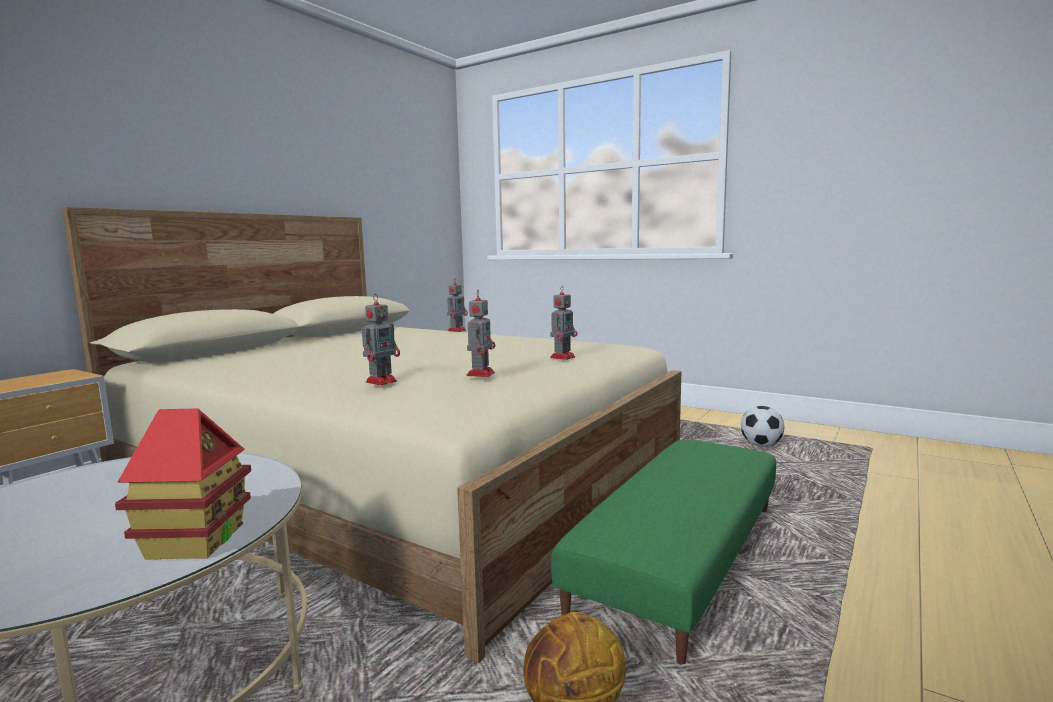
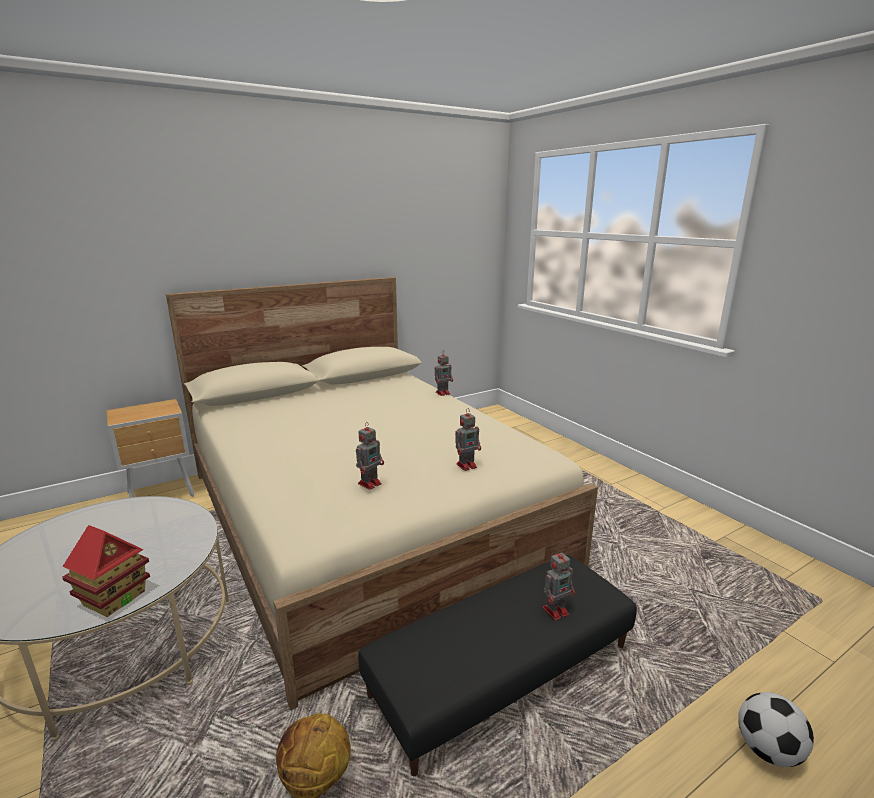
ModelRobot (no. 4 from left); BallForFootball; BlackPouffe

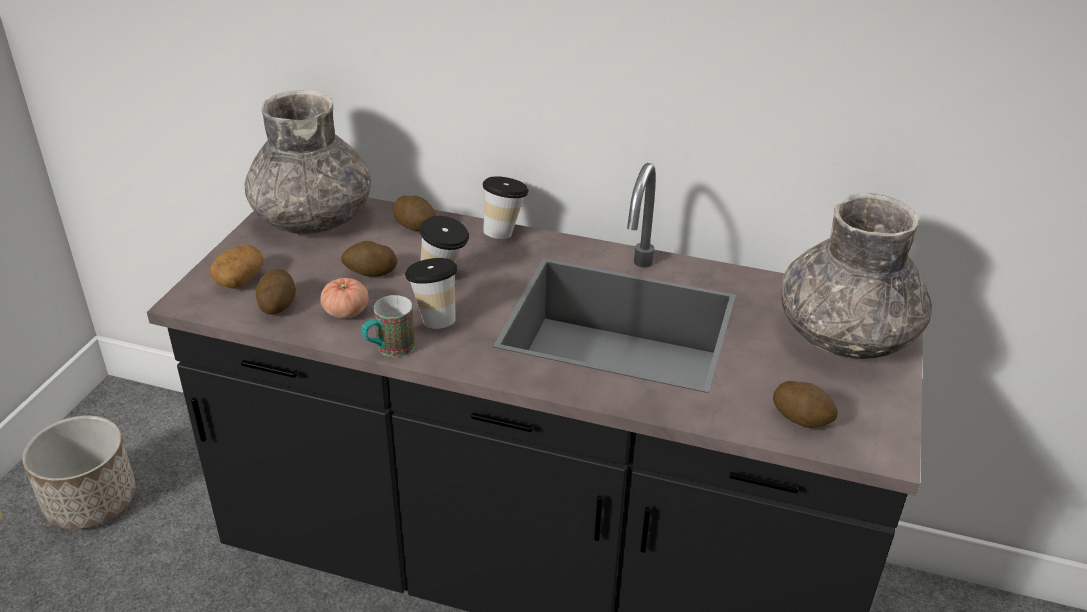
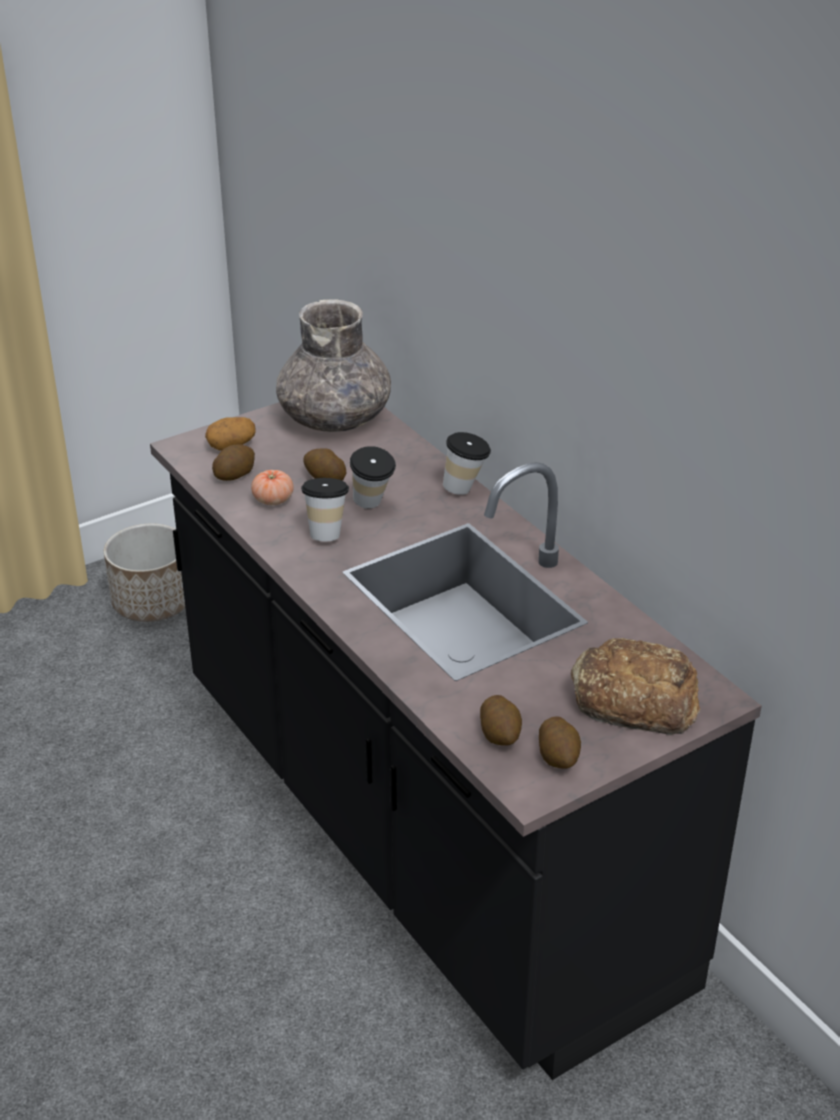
TeaMug; WholePotato (no. 5 from left); Bread

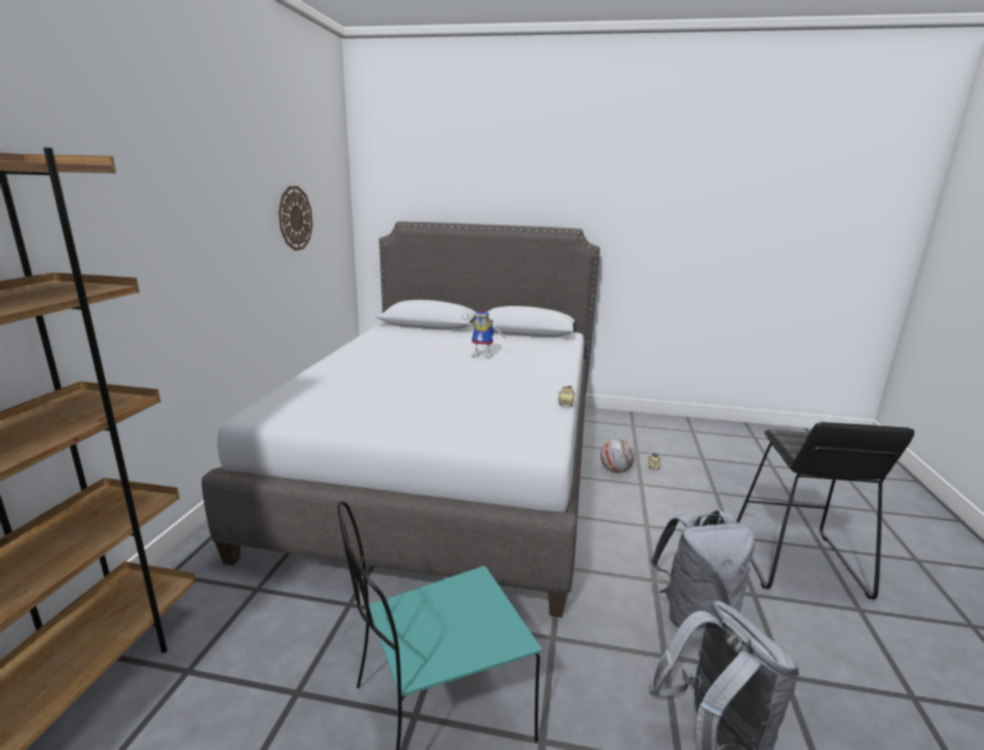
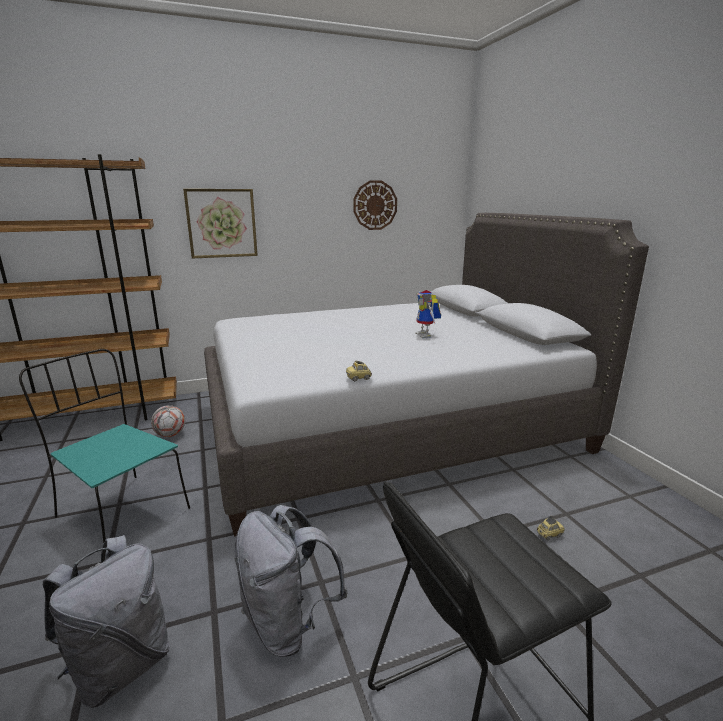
WallPicture; BallForFootball

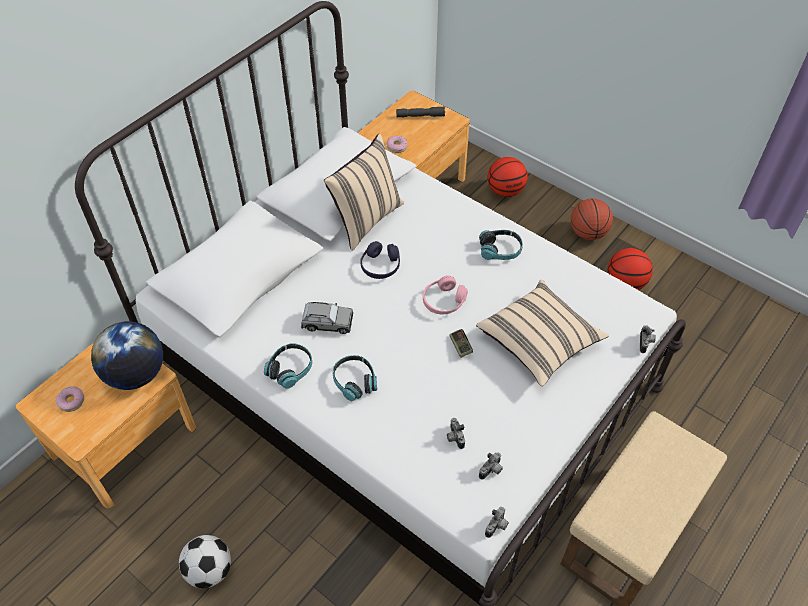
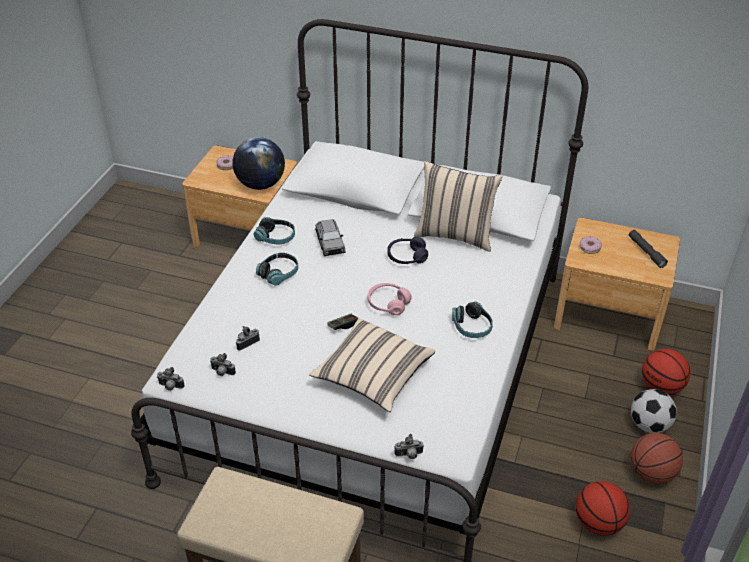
BallForFootball

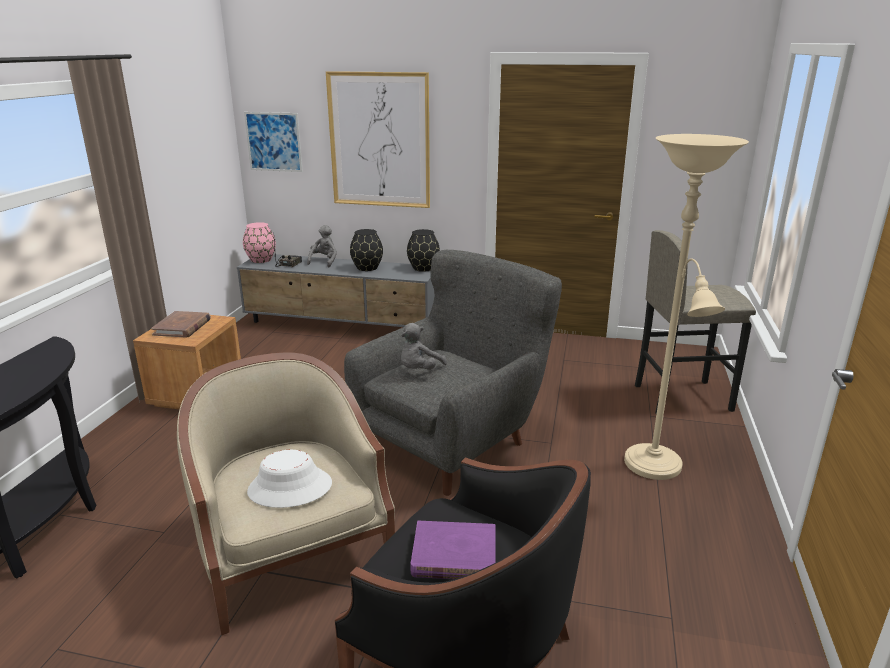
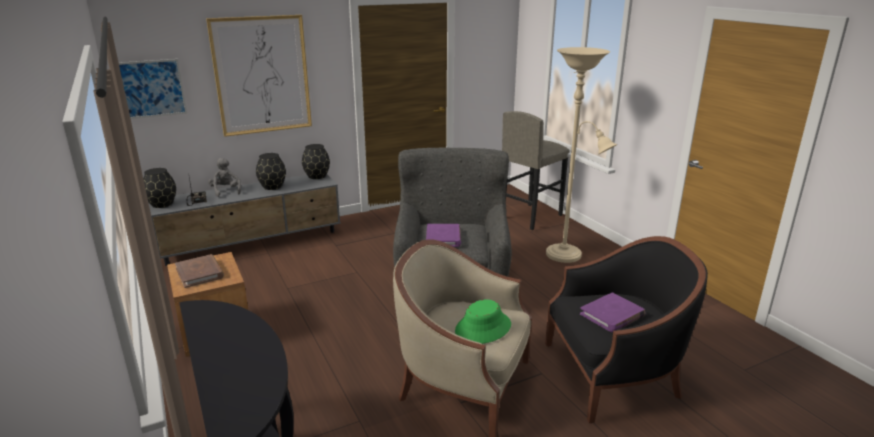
PurpleBoundBook (no. 1 from left); BlackFlowerVase (no. 1 from left); GreenColouredClothingHat

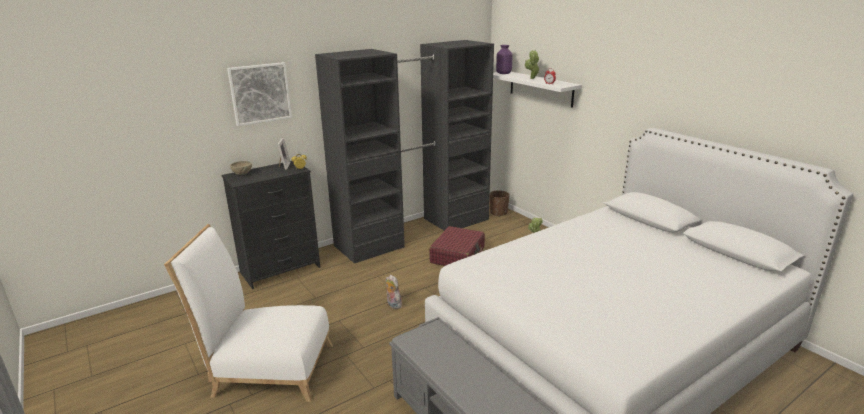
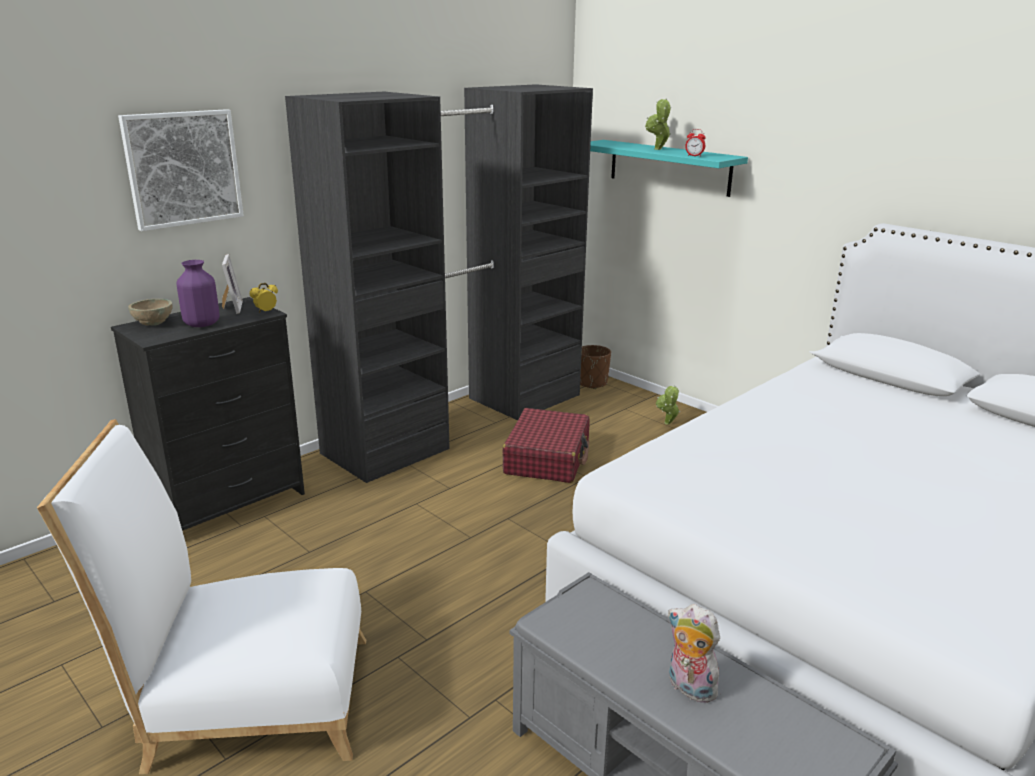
SoftToy; PurpleFlowerVase; TurquoiseColouredShelf

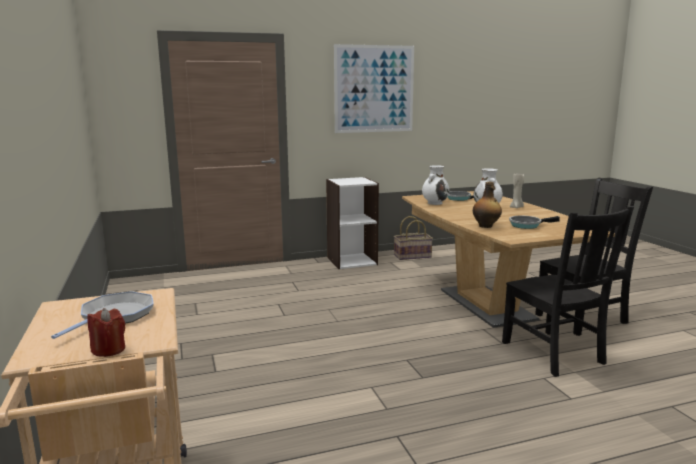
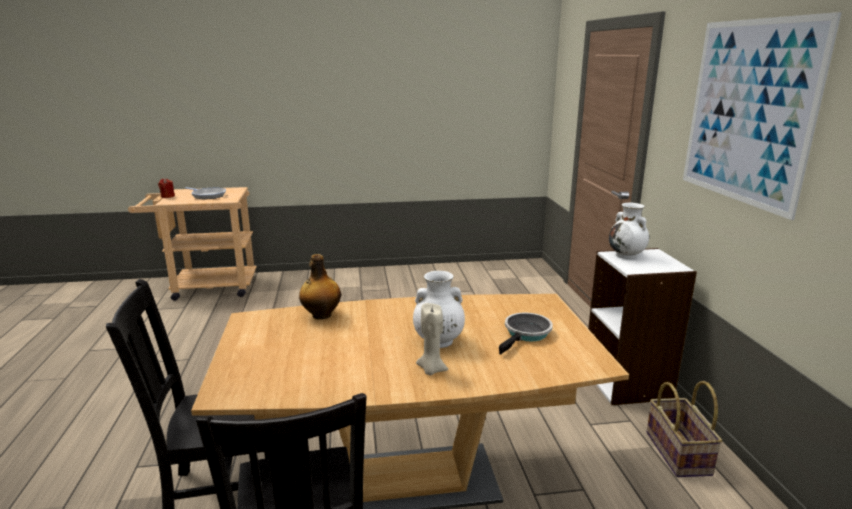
Skillet (no. 3 from left in the first image); WhiteFlowerVase (no. 2 from left)

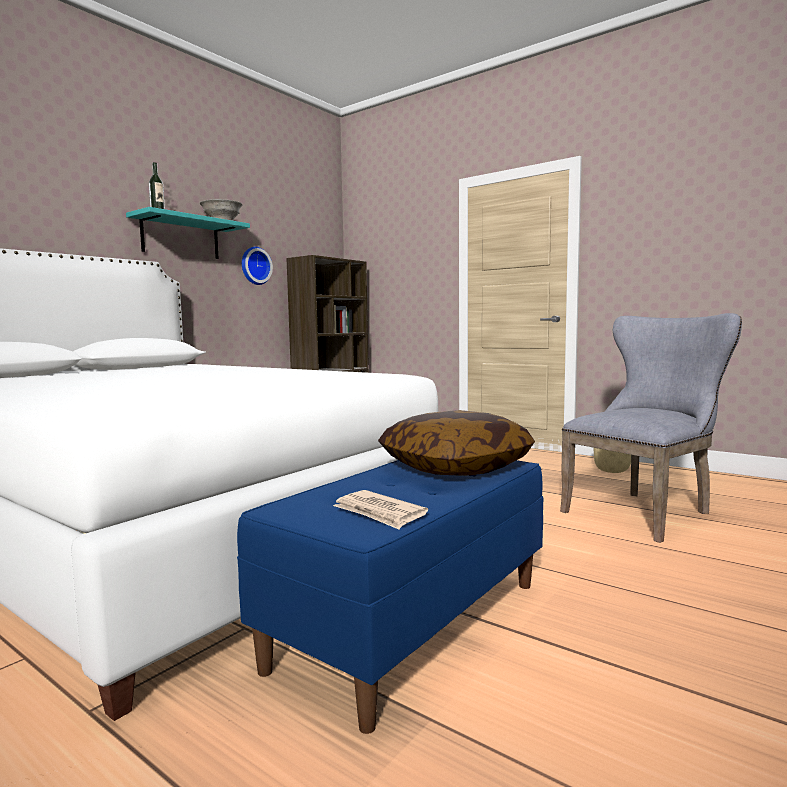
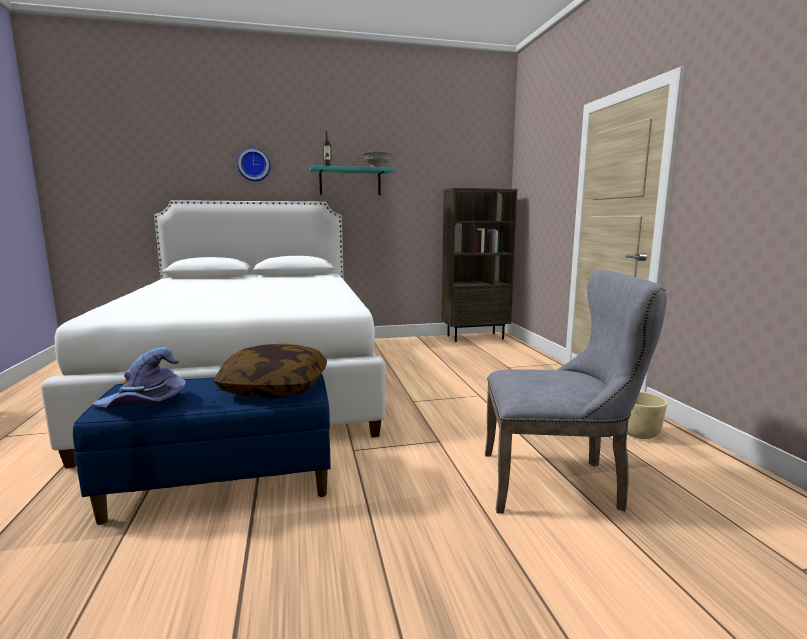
WallClock; PurpleClothingHat

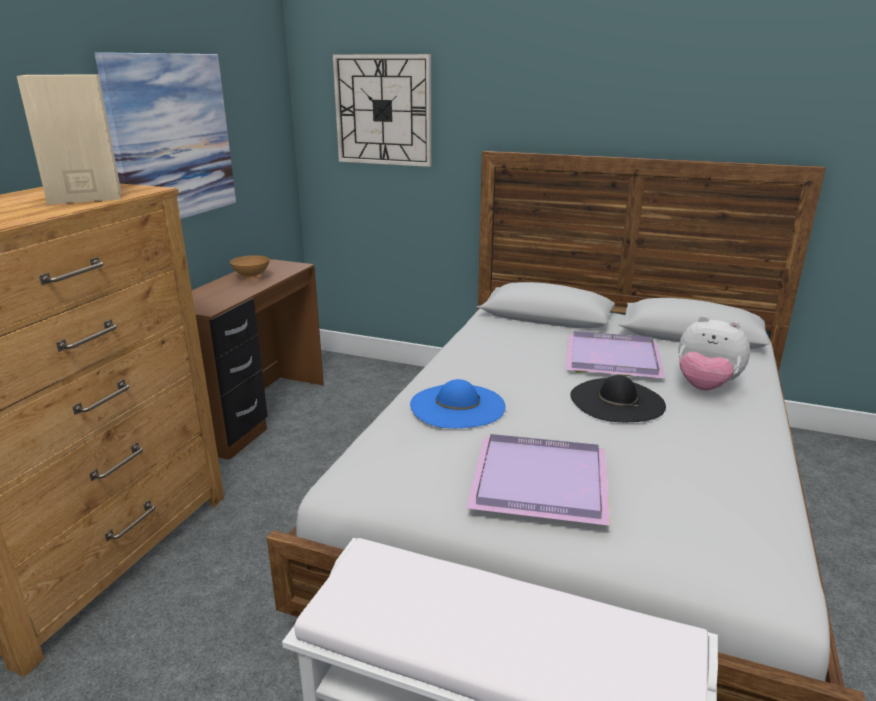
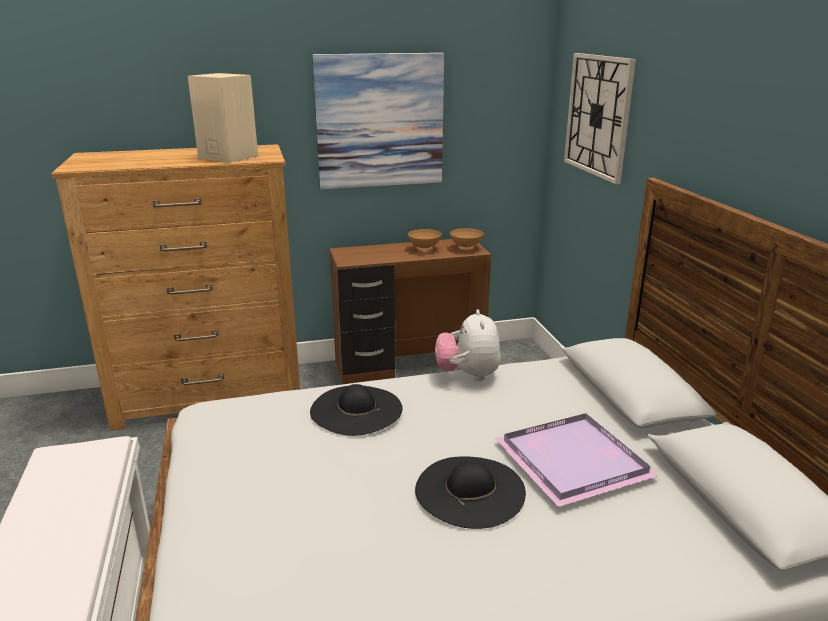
PurpleServingTray (no. 1 from left in the first image); BrownishBowl (no. 2 from left); SoftToy; BlackClothingHat (no. 1 from left)

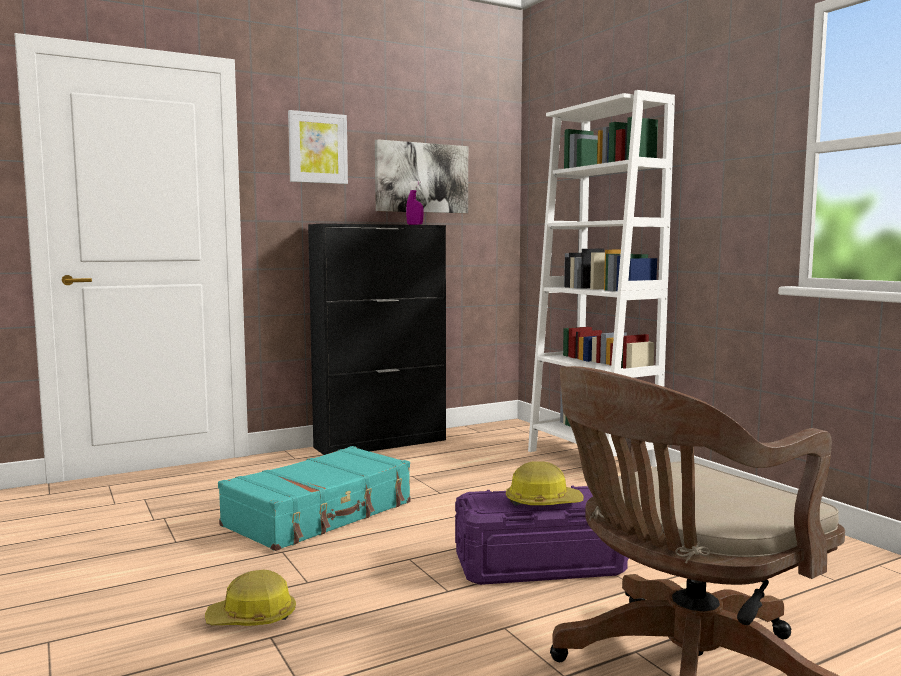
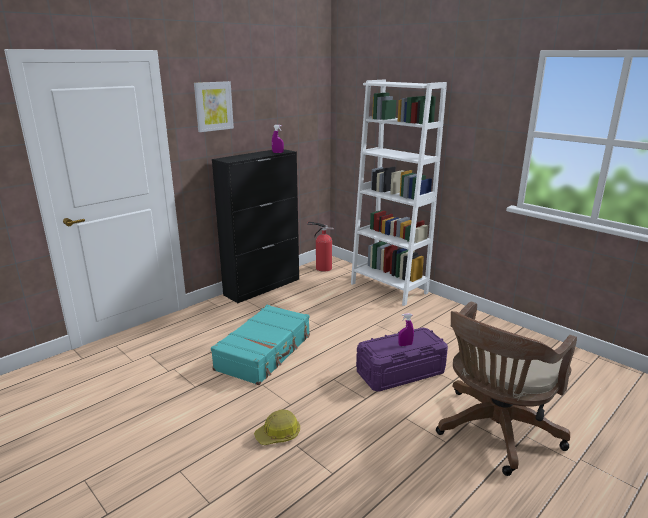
WallPicture (no. 2 from left in the first image); FireExtinguisher; PurpleSprayer (no. 2 from left)

